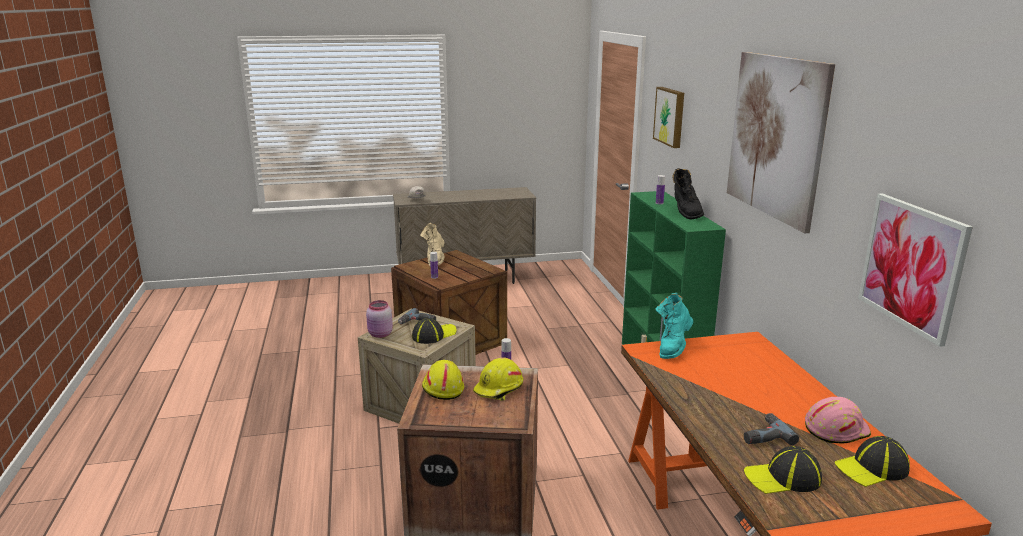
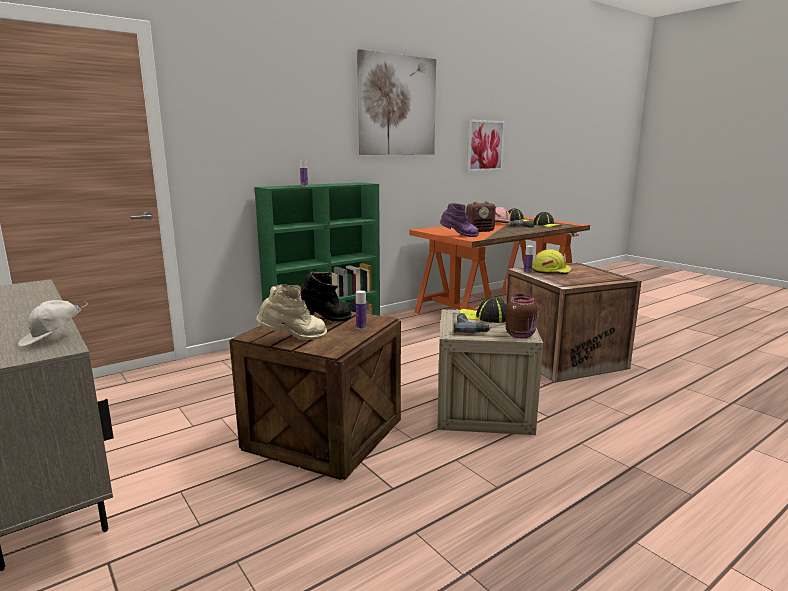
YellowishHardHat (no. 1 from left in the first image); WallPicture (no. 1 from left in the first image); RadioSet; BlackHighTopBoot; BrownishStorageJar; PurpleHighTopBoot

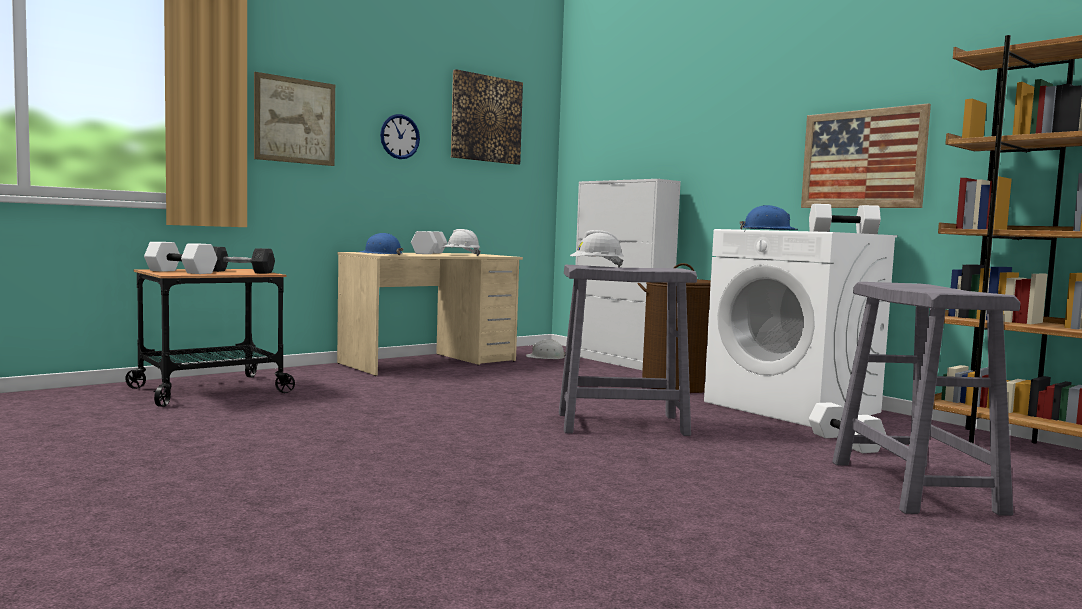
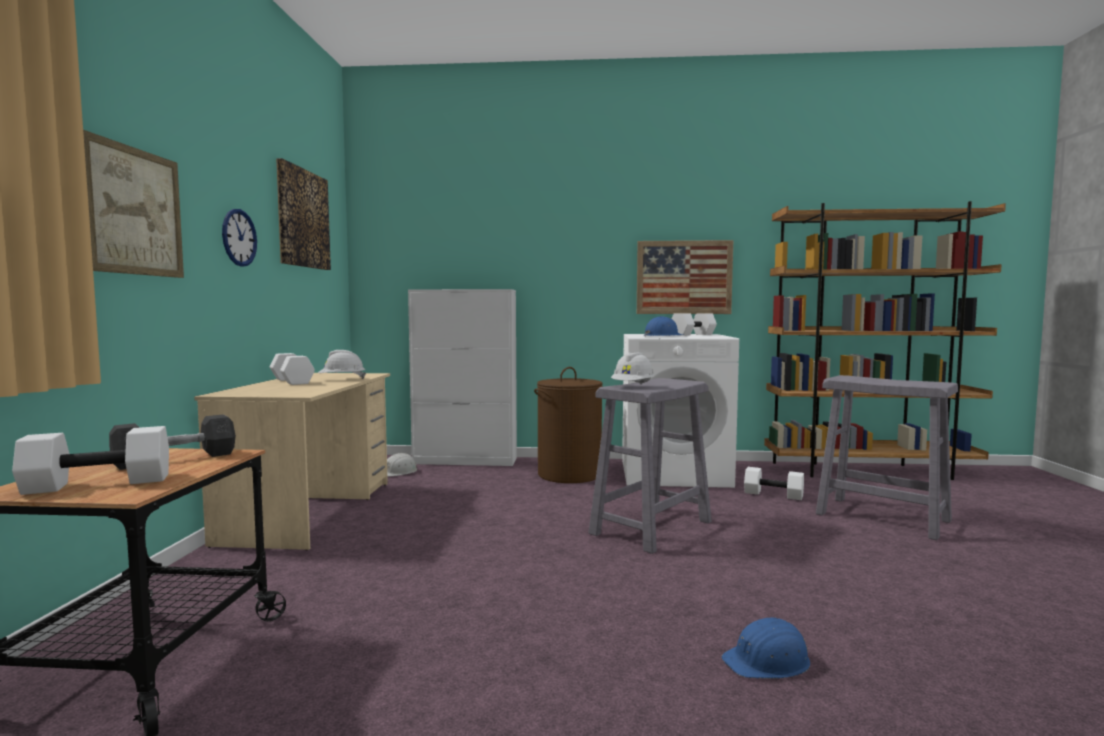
BlueColouredHardHat (no. 2 from left)

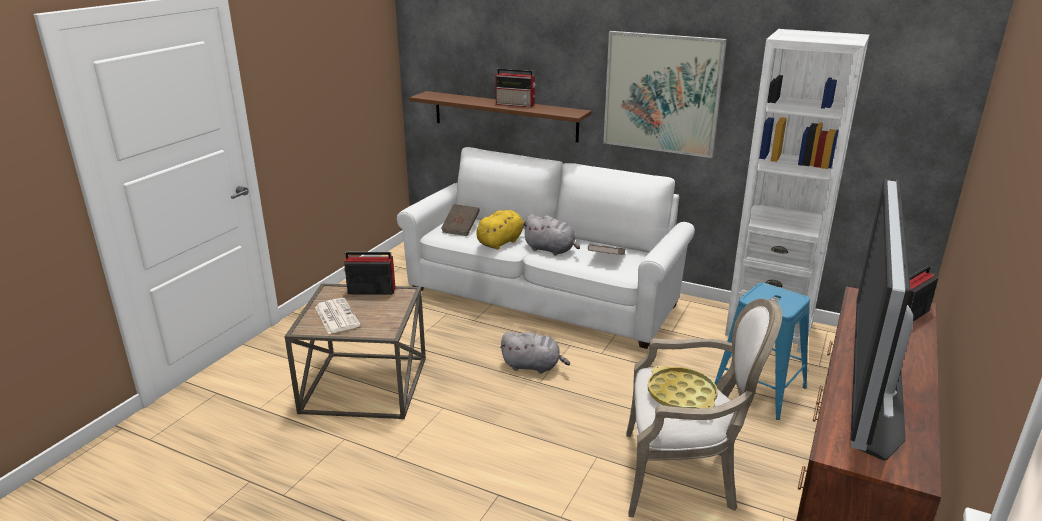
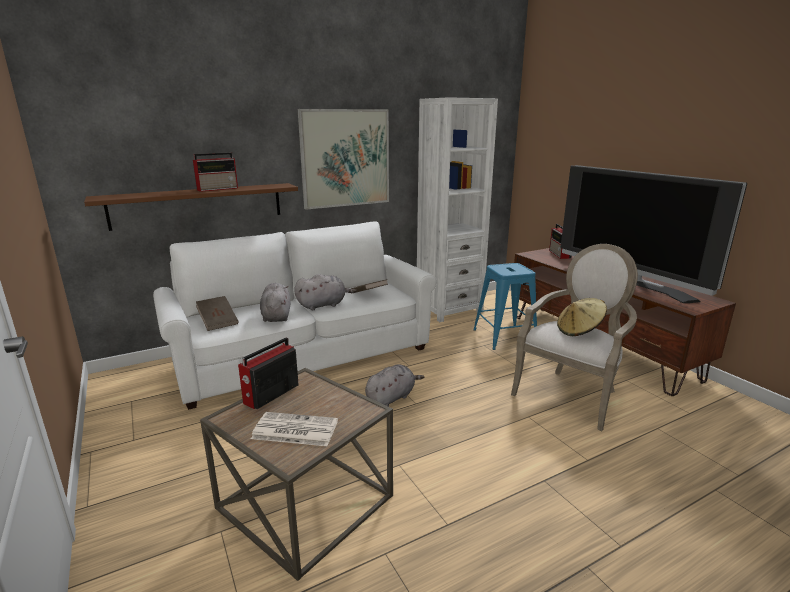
SandColouredClothingHat; GraySoftToy (no. 1 from left)

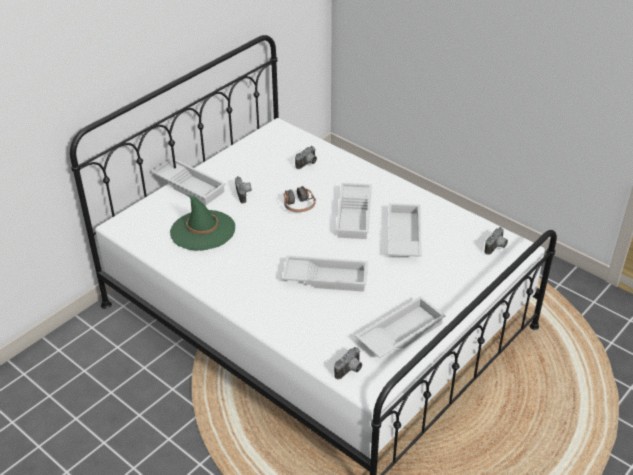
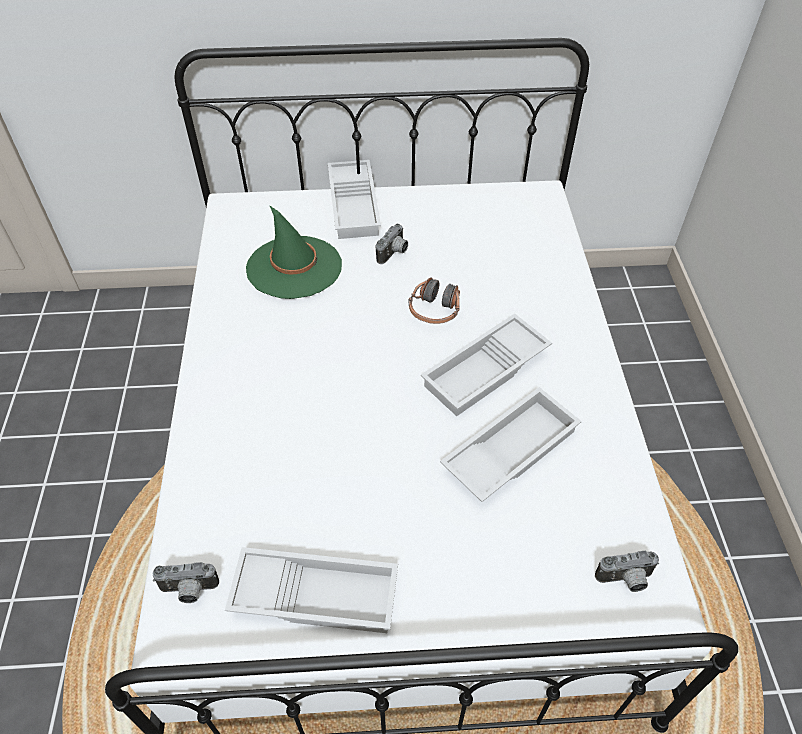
WhiteServingTray (no. 2 from left in the first image); PhotoCamera (no. 2 from left in the first image)

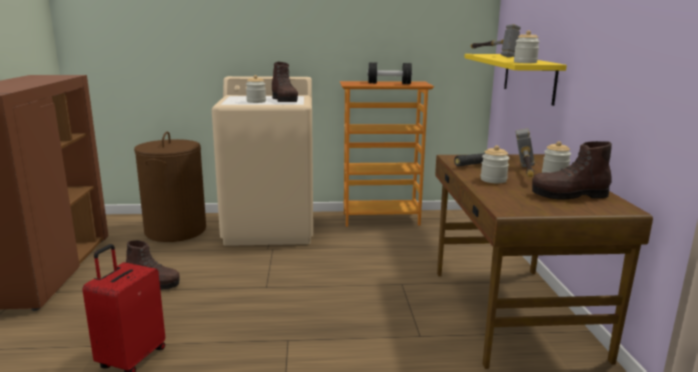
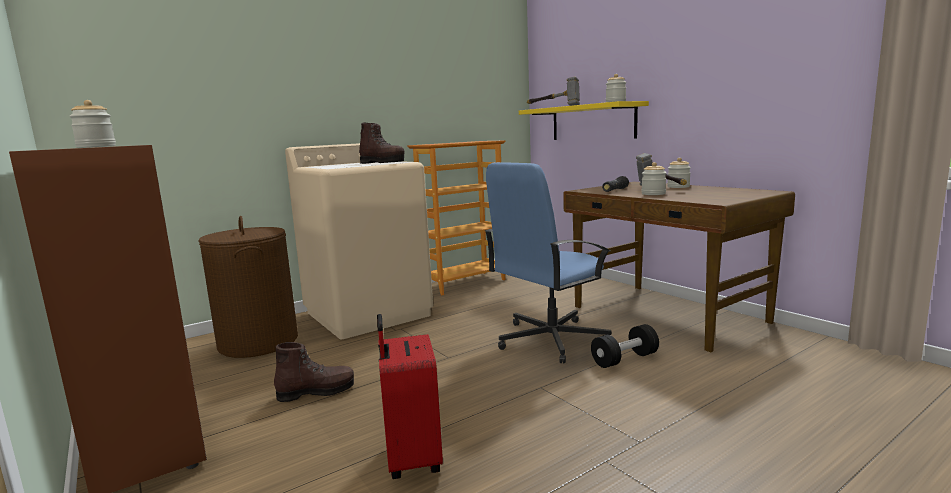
BrownishHighTopBoot (no. 3 from left in the first image); BlueColouredOfficeChair; StorageJar (no. 1 from left); BlackFreeWeight

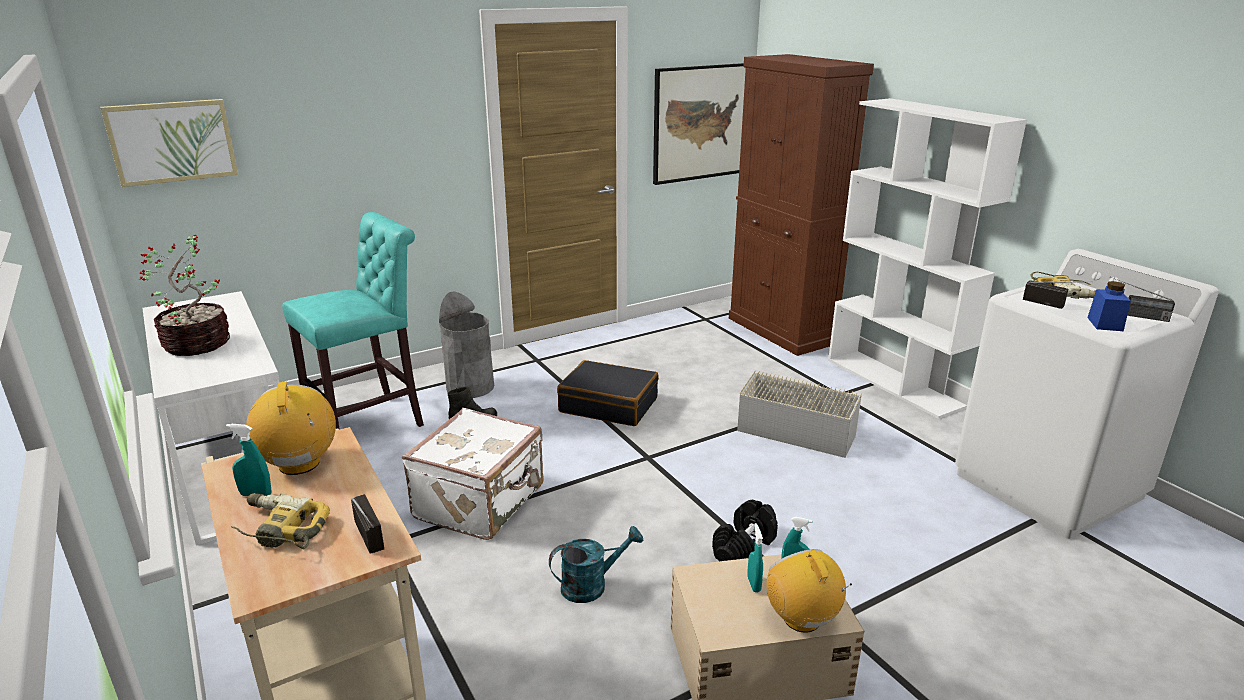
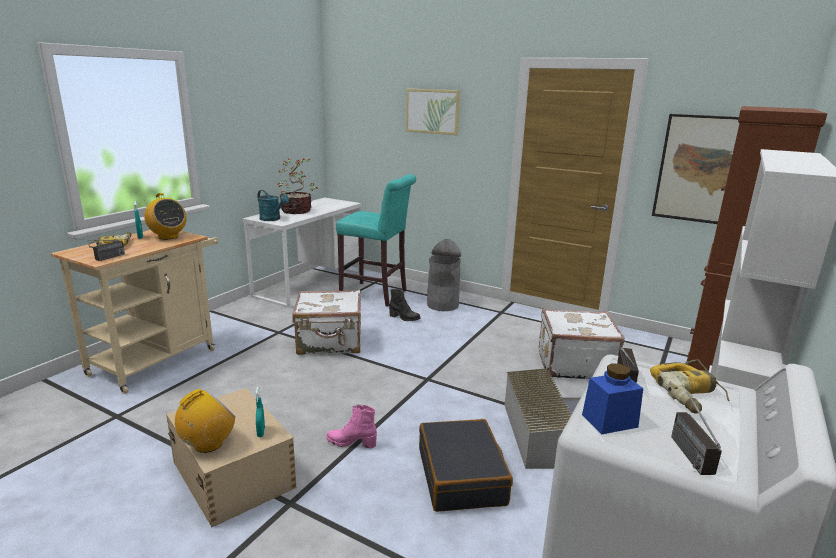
TurquoiseColouredSprayer (no. 2 from left in the first image); WhiteTravelCase (no. 2 from left); WallPicture (no. 1 from left); TurquoiseColouredSprinklingCan; BlackTravelCase; PinkishHighTopBoot; RadioSet (no. 2 from left)

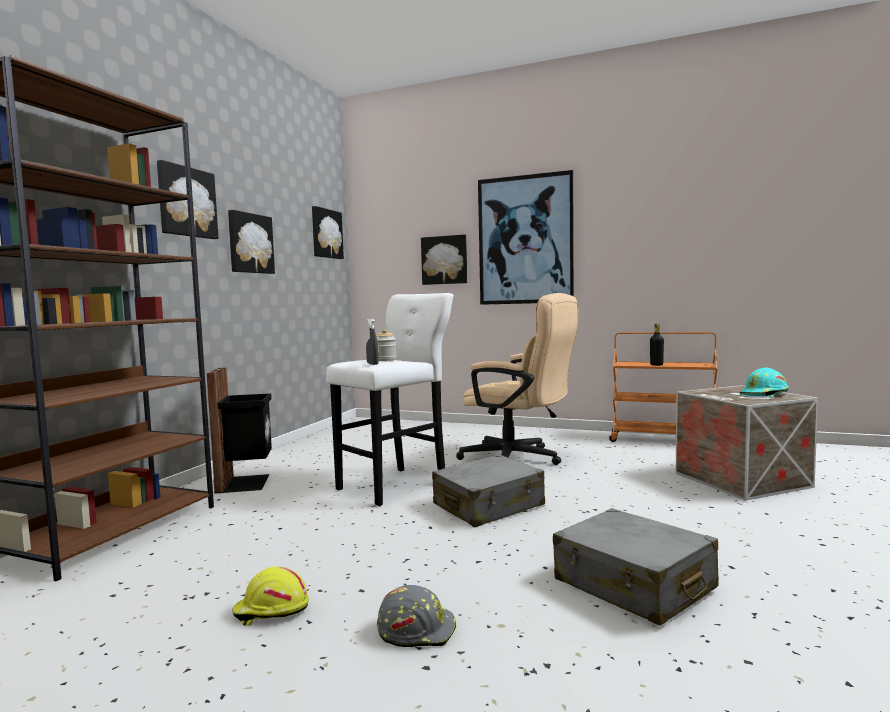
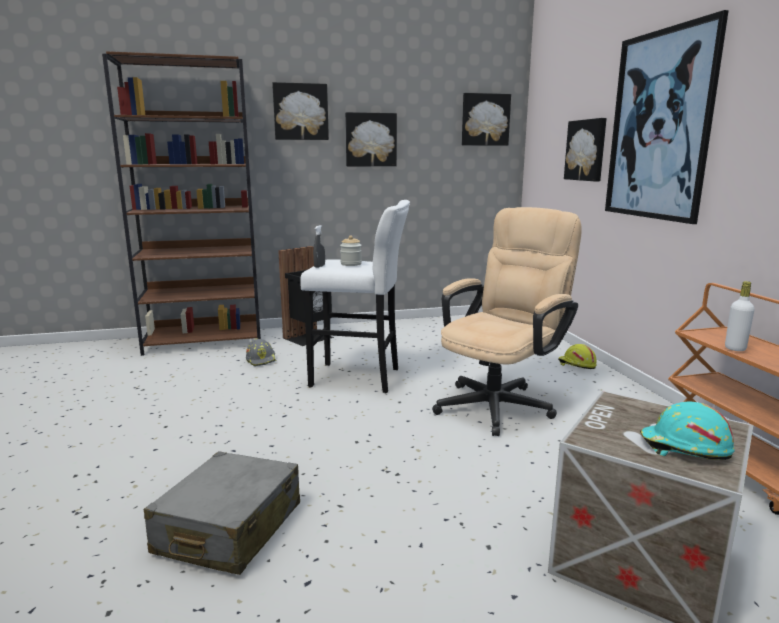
GrayTravelCase (no. 1 from left in the first image); YellowishHardHat; GrayHardHat; WhiteBottle; SandColouredOfficeChair

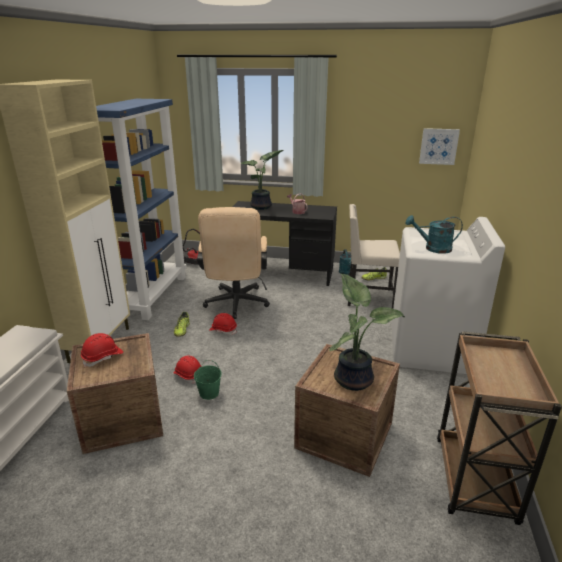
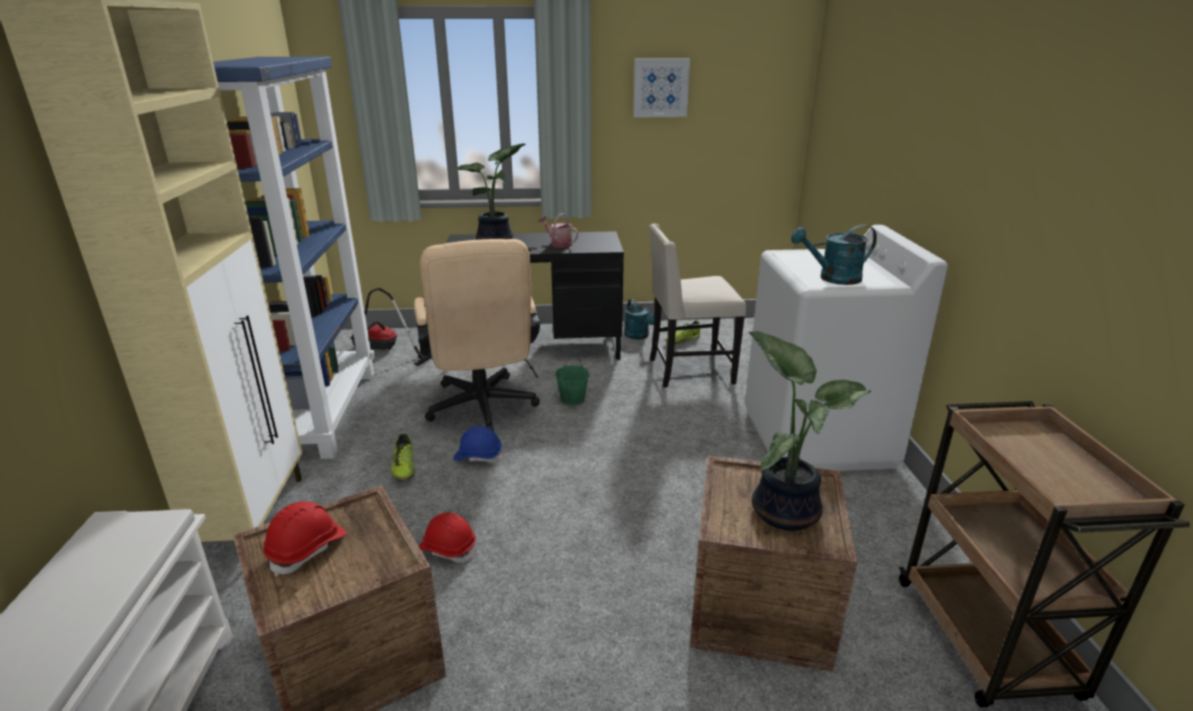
GreenColouredPail; WallPicture; BlueColouredHardHat

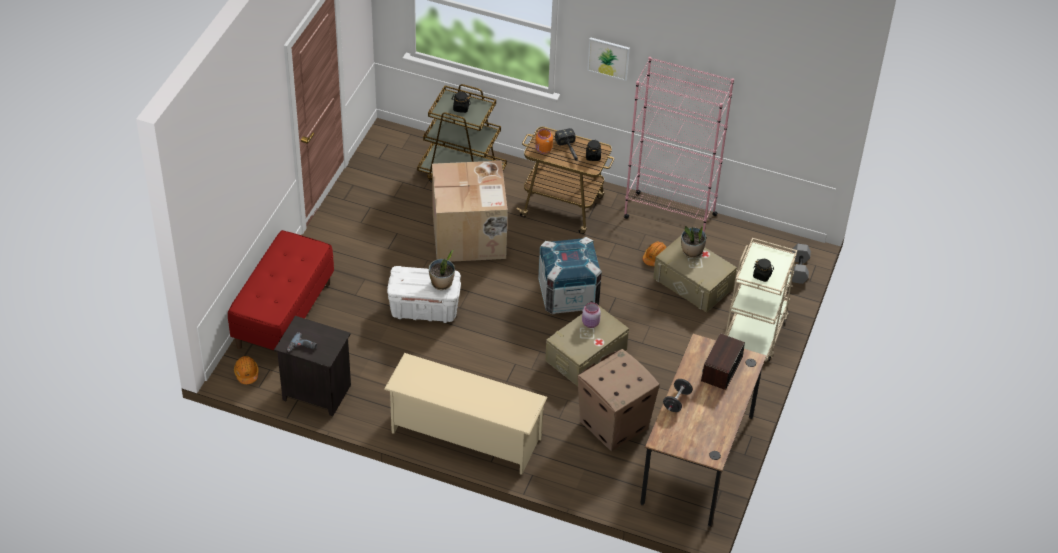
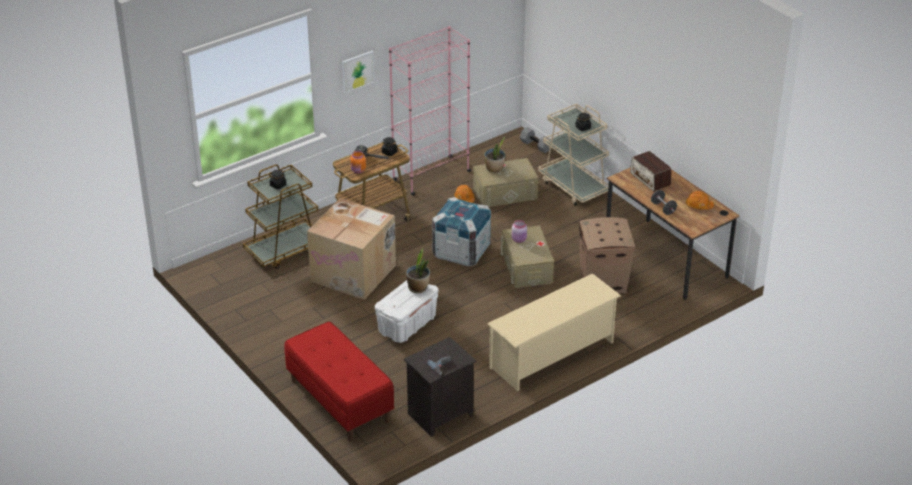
OrangeyHardHat (no. 2 from left)

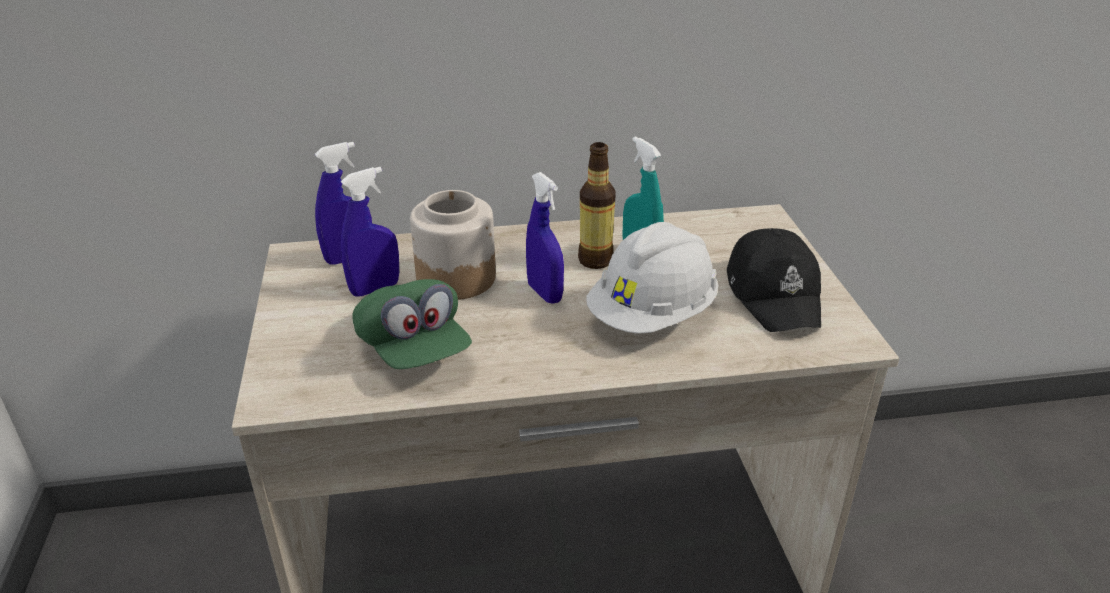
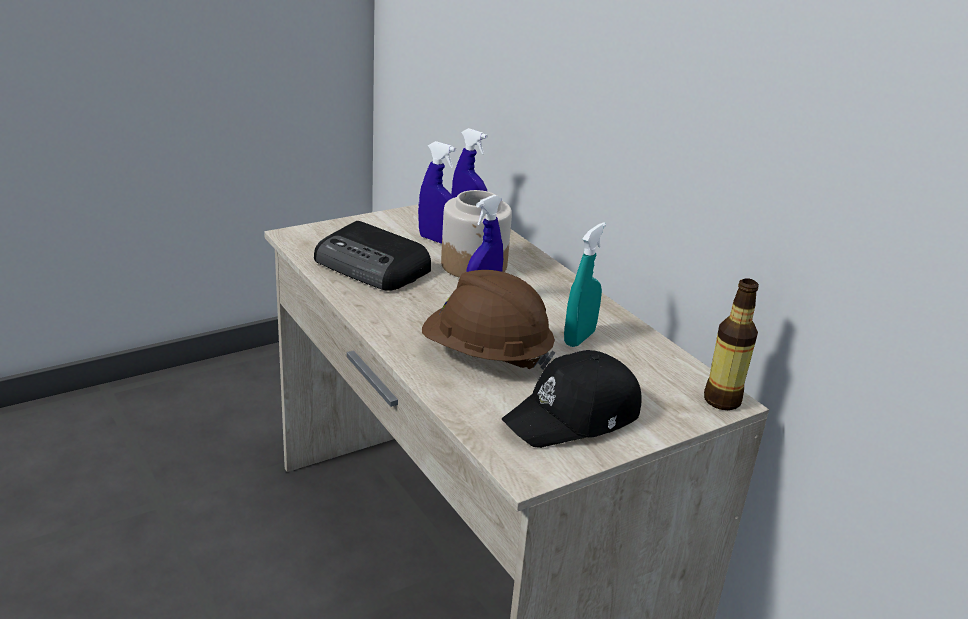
Bottle; RadioSet; BrownishHardHat

